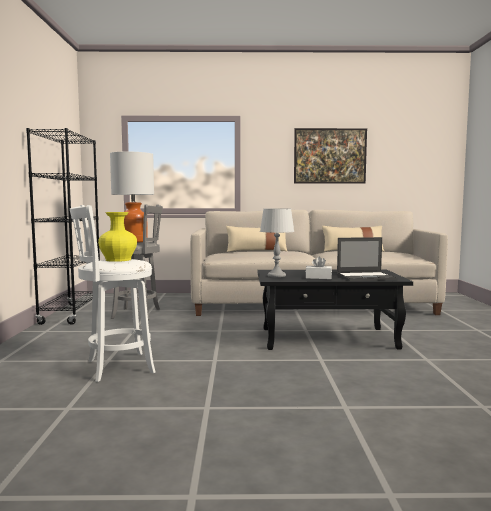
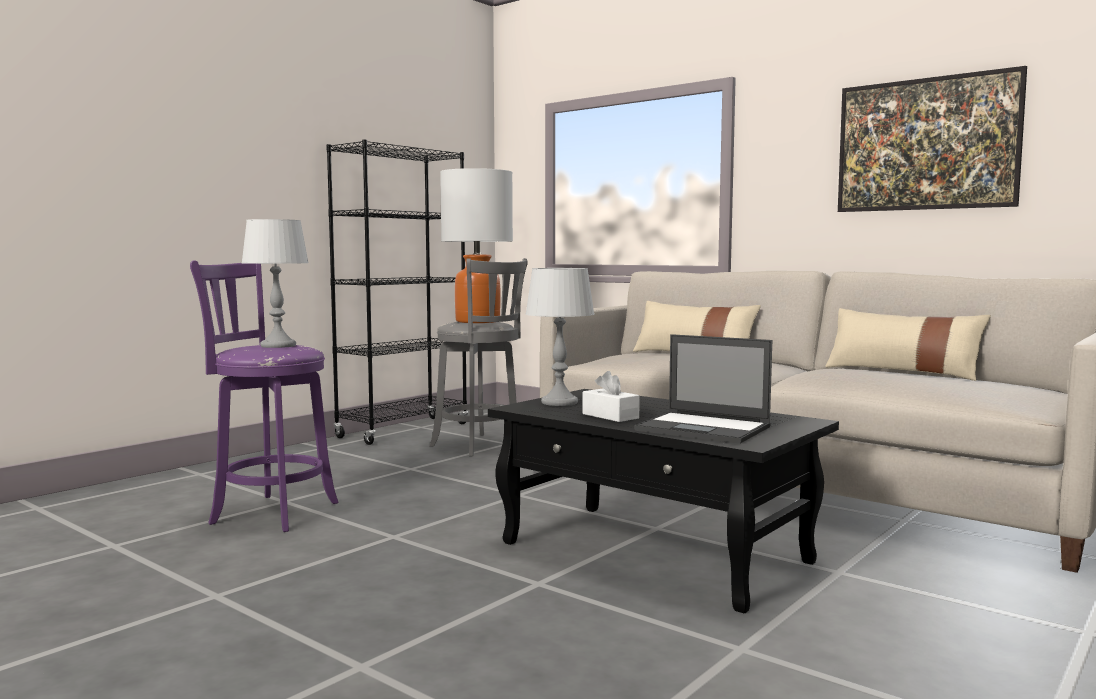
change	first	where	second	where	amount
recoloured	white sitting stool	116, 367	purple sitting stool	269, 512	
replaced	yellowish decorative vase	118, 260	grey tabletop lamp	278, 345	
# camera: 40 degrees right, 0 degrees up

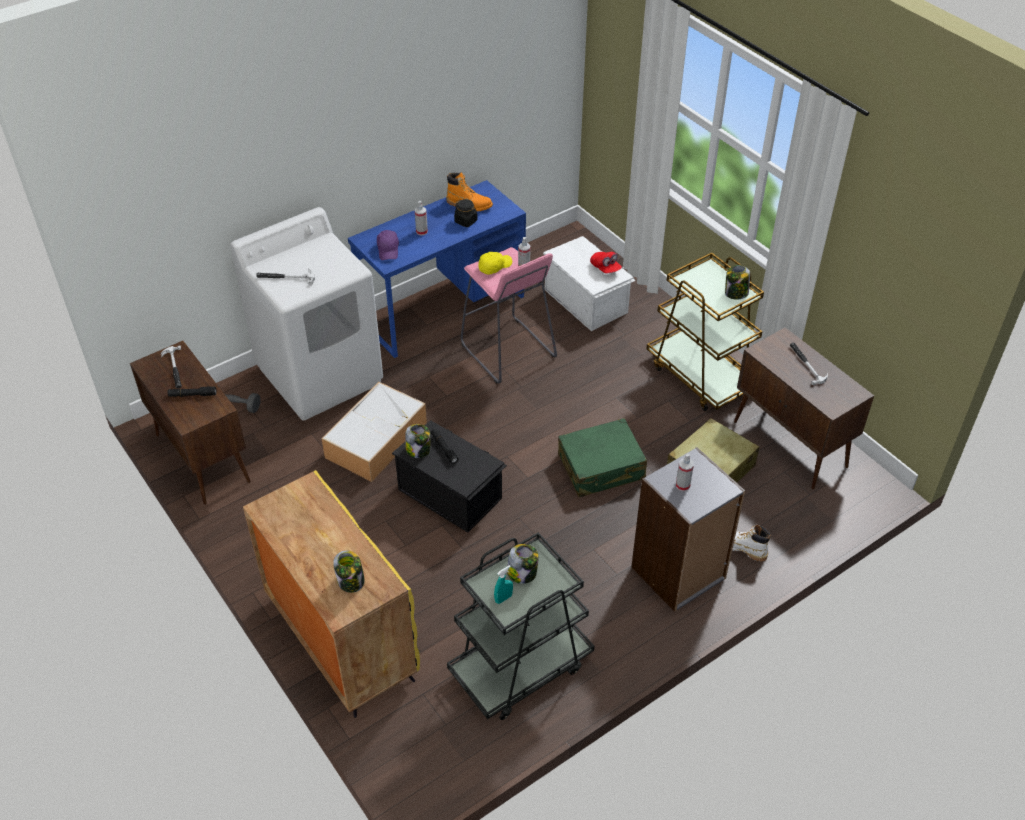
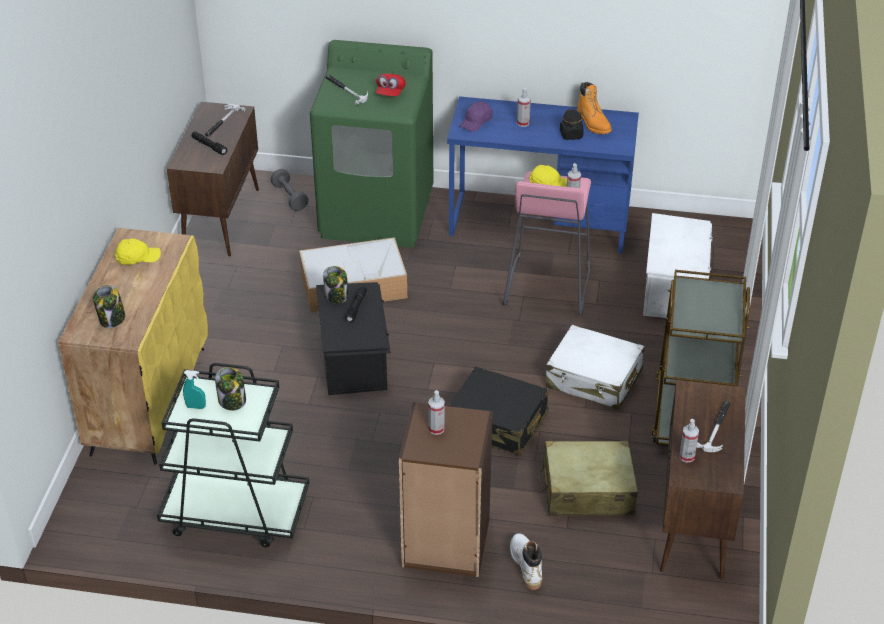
change	first	where	second	where	amount
recoloured	white washing machine	321, 375	green washing machine	377, 213	
recoloured	green piece of luggage	601, 467	blackish piece of luggage	497, 423	
moved	red peaked cap	605, 268		390, 93	
recoloured	grey shelving unit	679, 573	brown-coloured shelving unit	445, 544	
removed	preserve jar	735, 293			
added			yellowish peaked cap	137, 257	
added			white piece of luggage	594, 379	
added			spray bottle	687, 456	
# camera: 45 degrees right, 5 degrees down

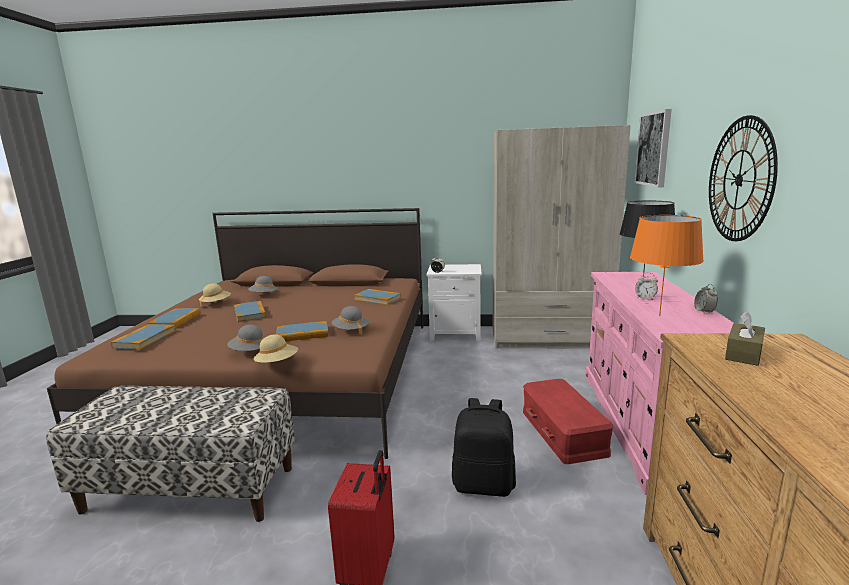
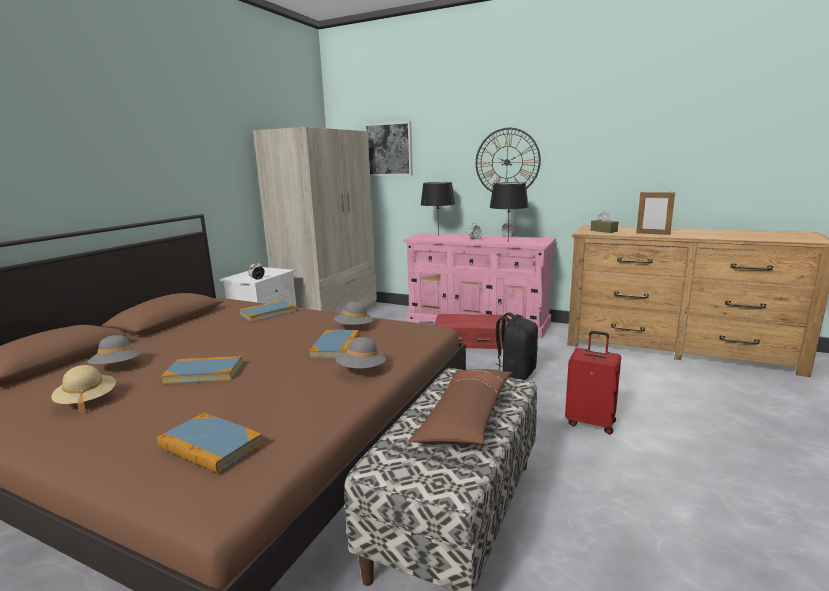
change	first	where	second	where	amount
removed	book	176, 320			
removed	sand-coloured clothing hat	277, 363			
recoloured	orange-coloured tabletop lamp	659, 315	blackish tabletop lamp	508, 241	
added			brown-coloured cushion	465, 418	
added			photo frame	653, 234	
# camera: 70 degrees left, 0 degrees up

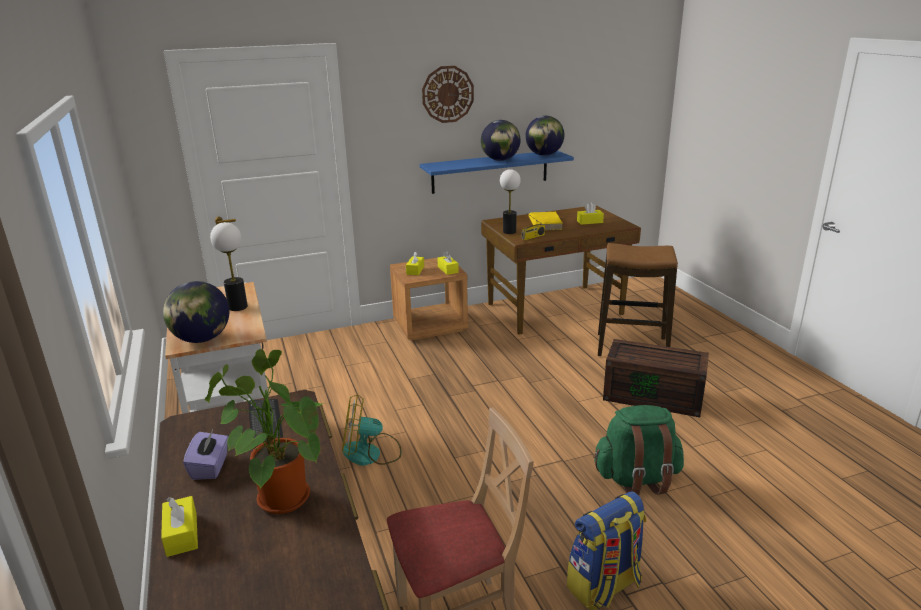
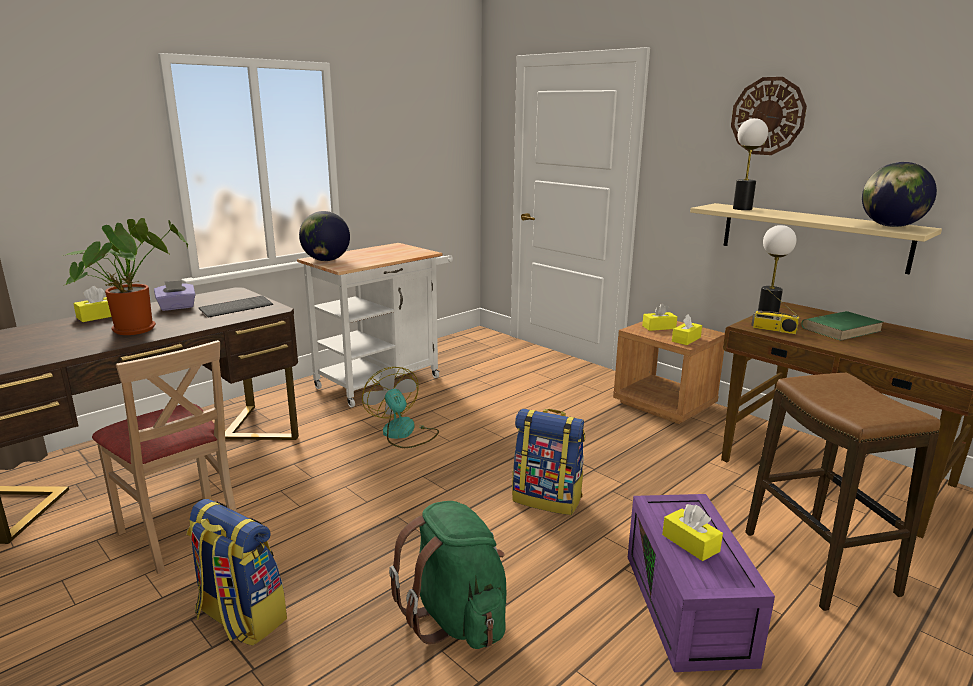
change	first	where	second	where	amount
moved	tabletop lamp	237, 307		742, 209	
recoloured	blue-coloured bracket shelf	490, 171	sand-coloured bracket shelf	812, 236	
removed	world globe	500, 160			
recoloured	yellowish book	545, 223	green book	841, 329	
moved	yellowish tissue box	589, 222		690, 543	
recoloured	brown-coloured storage container	654, 396	purple storage container	690, 608	
added			backpack	547, 499	
# camera: 65 degrees right, 5 degrees down

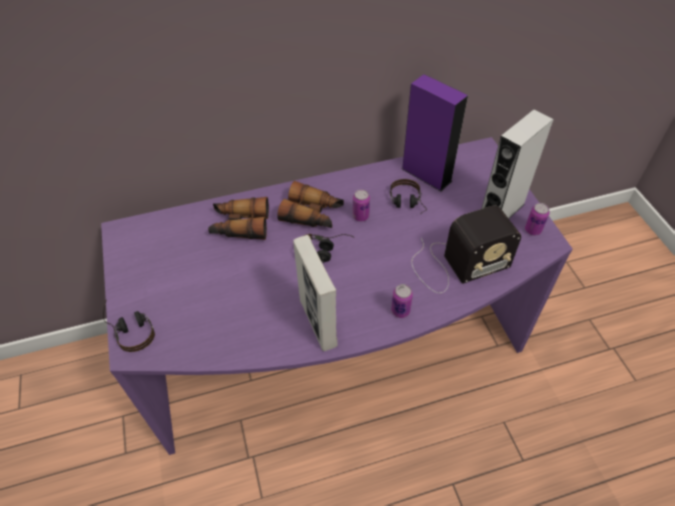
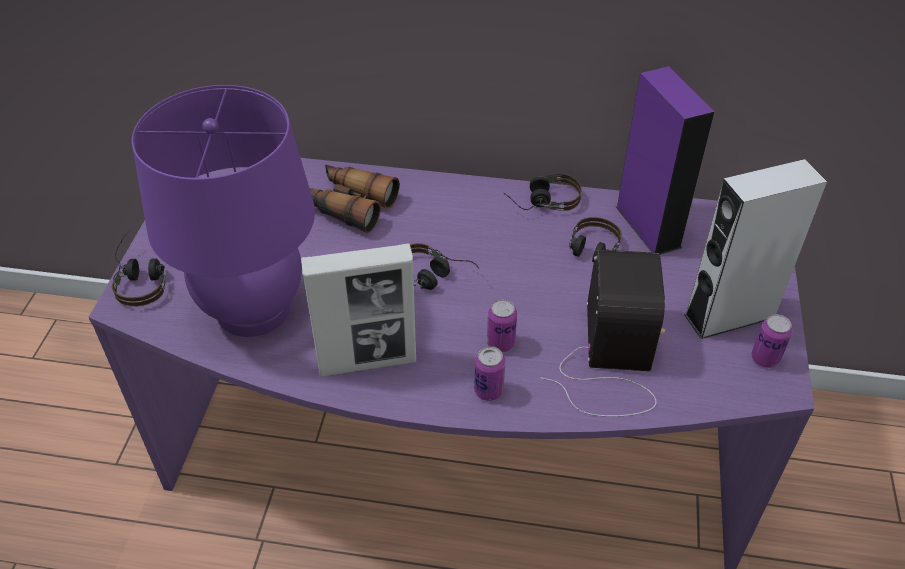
change	first	where	second	where	amount
removed	pair of binoculars	312, 214			
turned	photo frame	318, 323		367, 362	105 degrees counterclockwise
moved	sealed can	360, 216		500, 343	
turned	radio	456, 264		611, 361	90 degrees counterclockwise
added			purple tabletop lamp	253, 309	
added			headphones	541, 201	
# camera: 25 degrees right, 5 degrees down

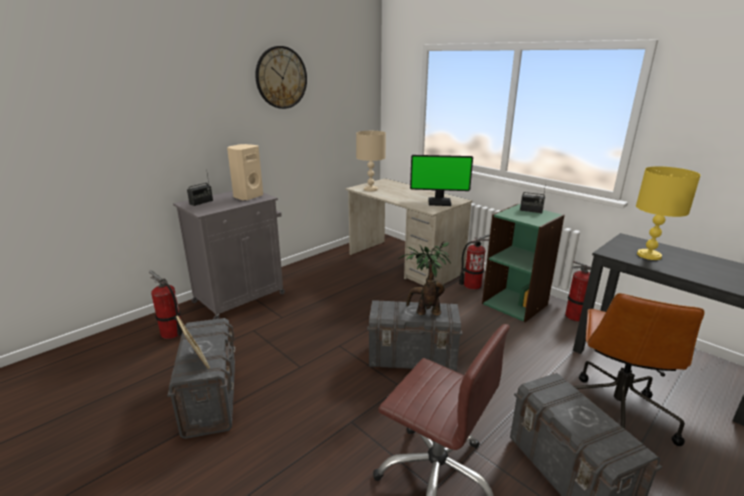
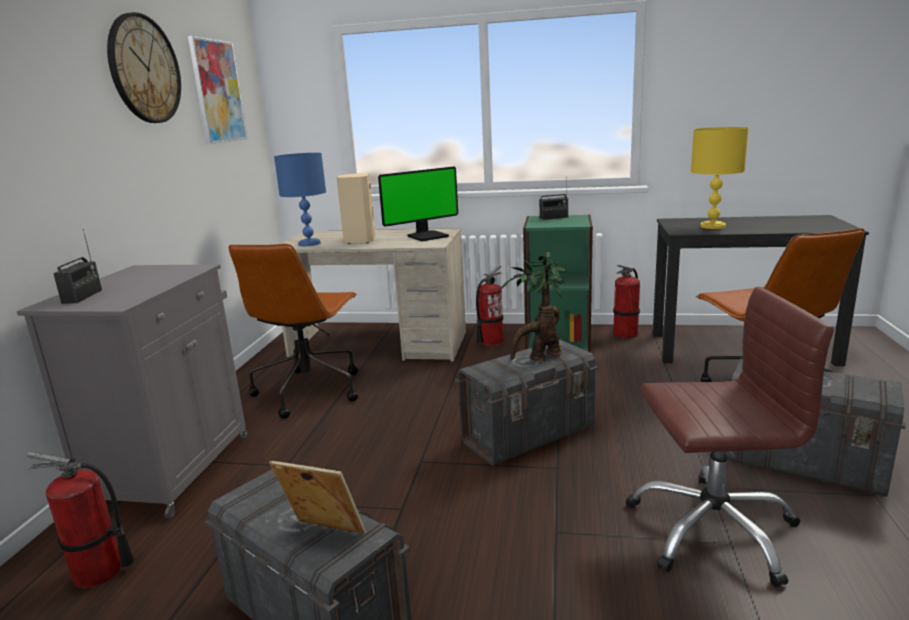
change	first	where	second	where	amount
moved	sand-coloured loudspeaker	247, 196		359, 240	
recoloured	sand-coloured tabletop lamp	370, 189	blue-coloured tabletop lamp	309, 243	
added			picture	218, 91	
added			brown-coloured desk chair	309, 390	
# camera: 35 degrees left, 5 degrees down

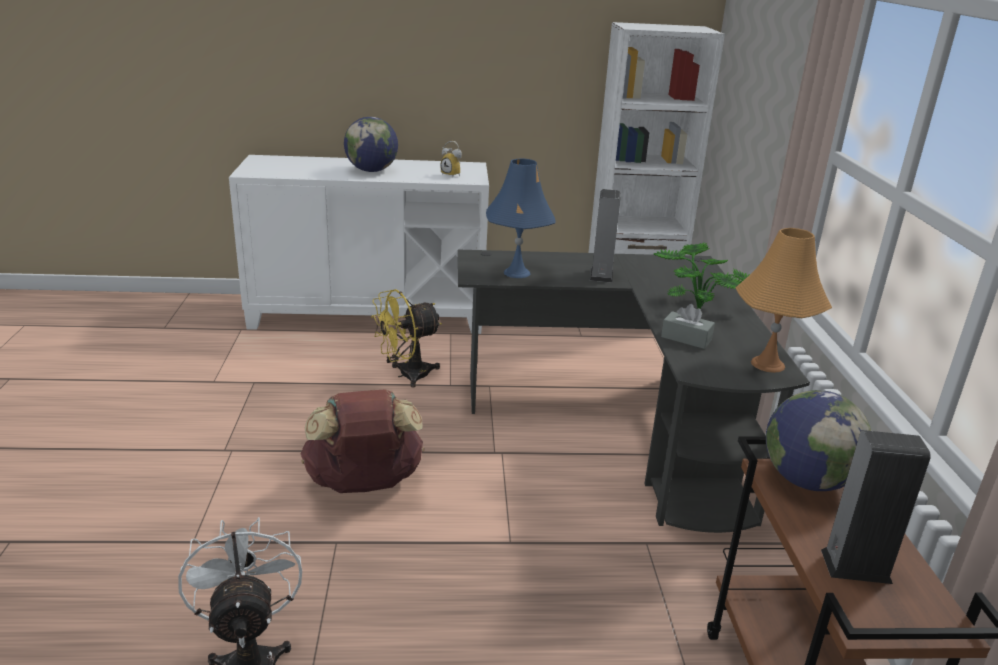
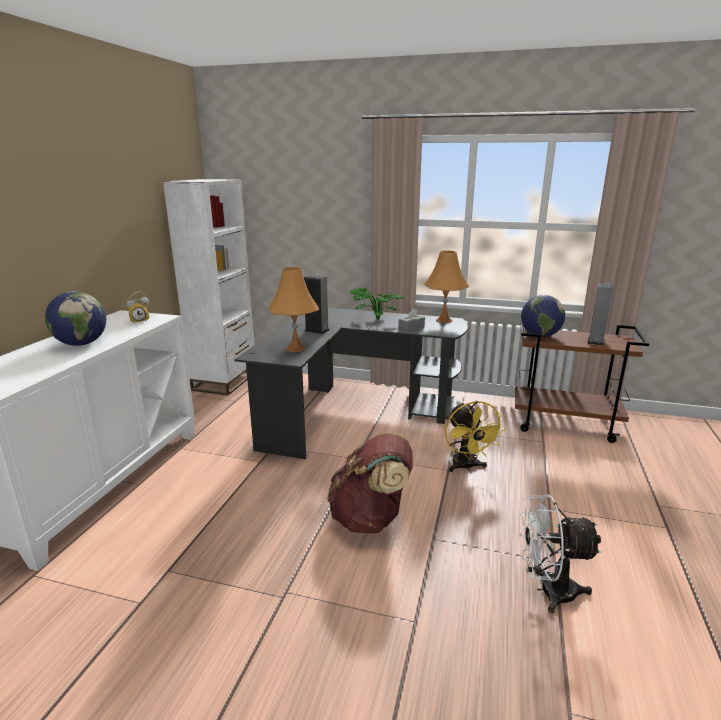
change	first	where	second	where	amount
moved	yellowish cooling fan	406, 375		466, 467	
recoloured	blue-coloured tabletop lamp	516, 273	orange-coloured tabletop lamp	295, 348	
# camera: 70 degrees left, 5 degrees down

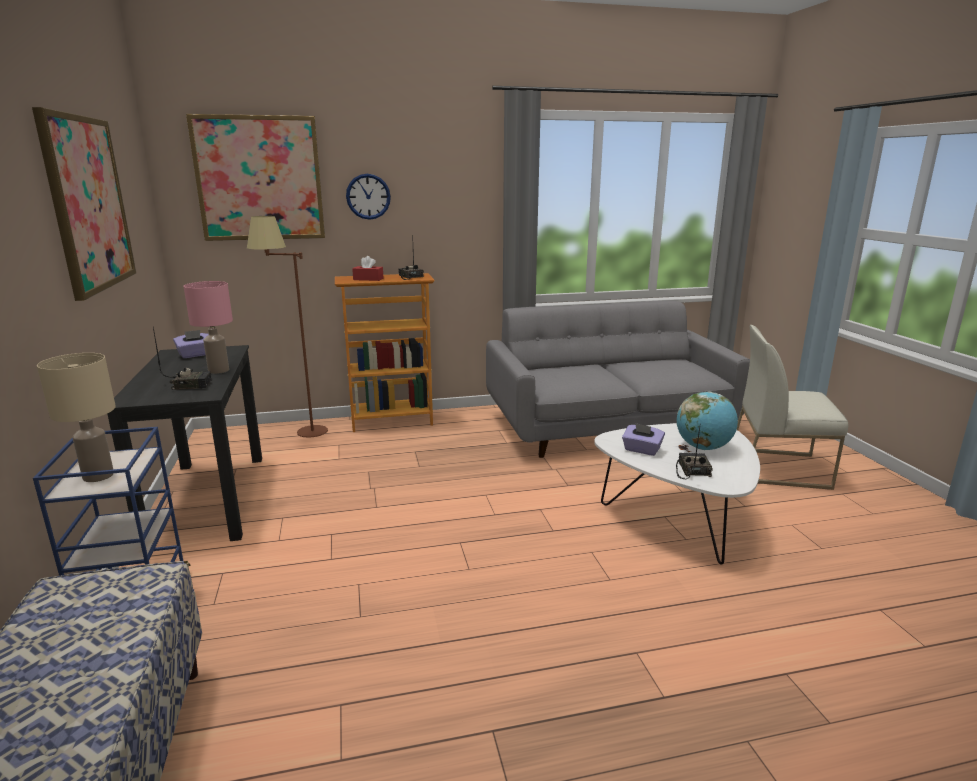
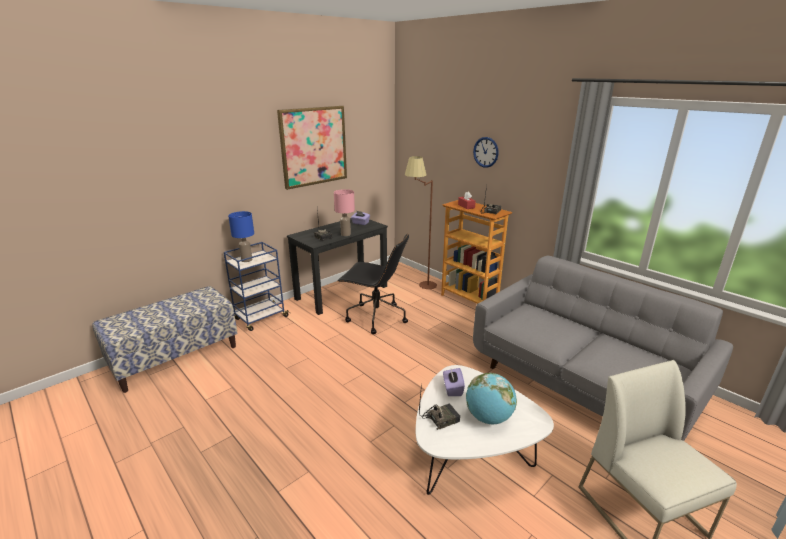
change	first	where	second	where	amount
recoloured	sand-coloured tabletop lamp	98, 476	blue-coloured tabletop lamp	246, 260	
removed	picture	259, 179			
added			blackish desk chair	375, 317	
# camera: 60 degrees right, 5 degrees up

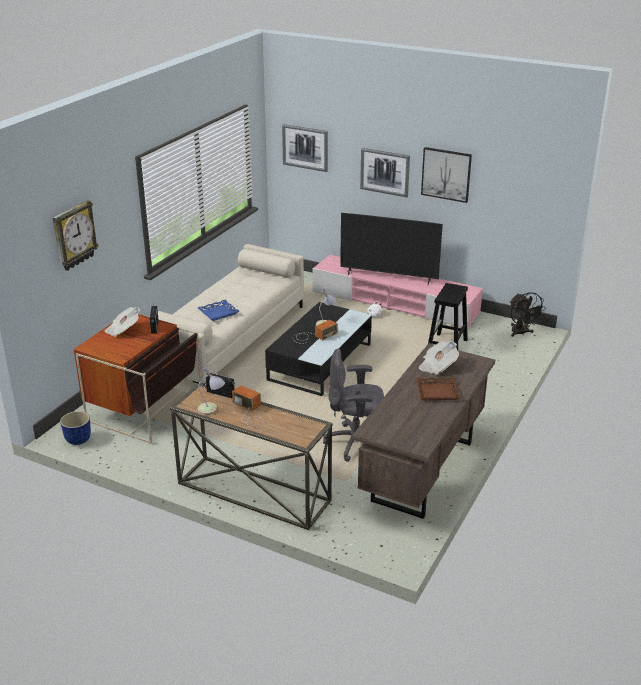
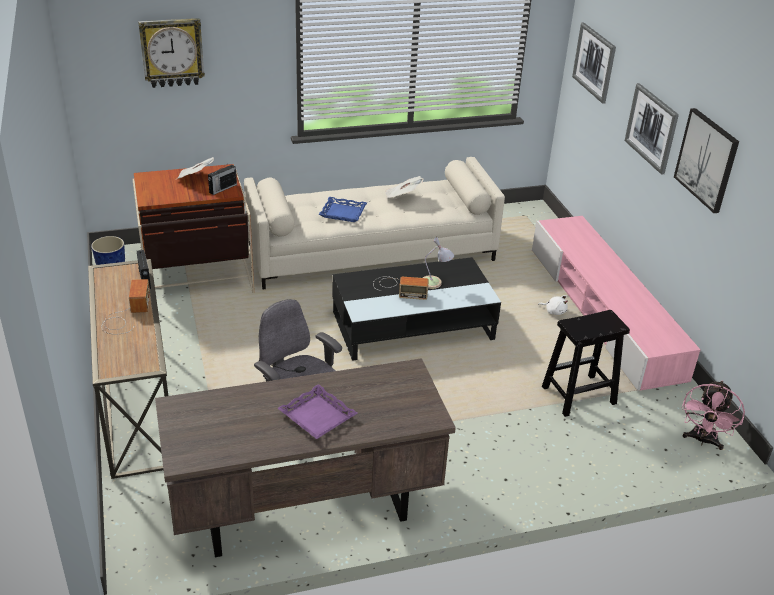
change	first	where	second	where	amount
removed	tabletop lamp	212, 409			
removed	TV set	389, 277			
recoloured	brown-coloured tray	437, 392	purple tray	317, 416	
moved	printed paper	437, 366		402, 196	
recoloured	blackish cooling fan	521, 333	pink cooling fan	702, 440	
# camera: 45 degrees right, 5 degrees up

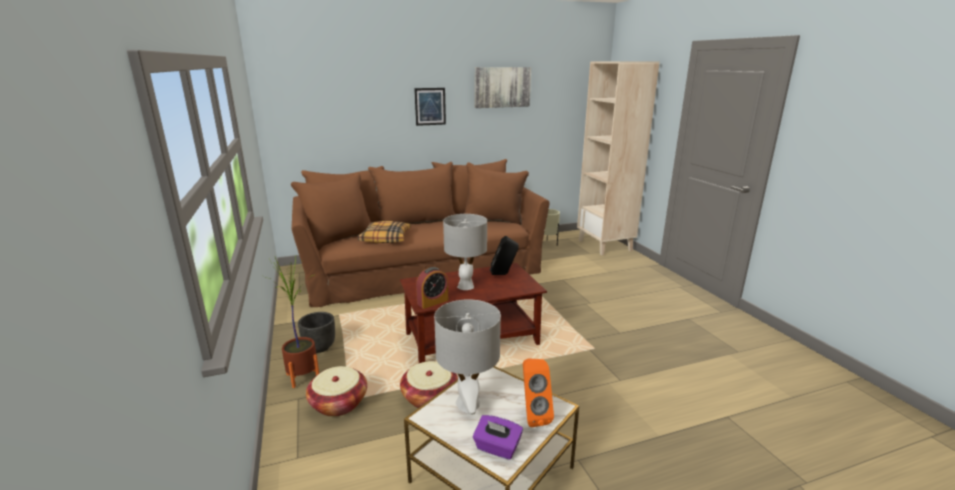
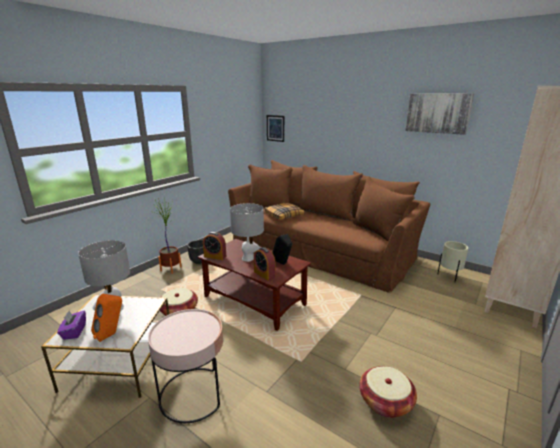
change	first	where	second	where	amount
moved	storage basket	339, 403		385, 402	
moved	picture	430, 106		275, 128	
added			pink side table	193, 393	
added			alarm clock	264, 274	
# camera: 55 degrees right, 0 degrees up

